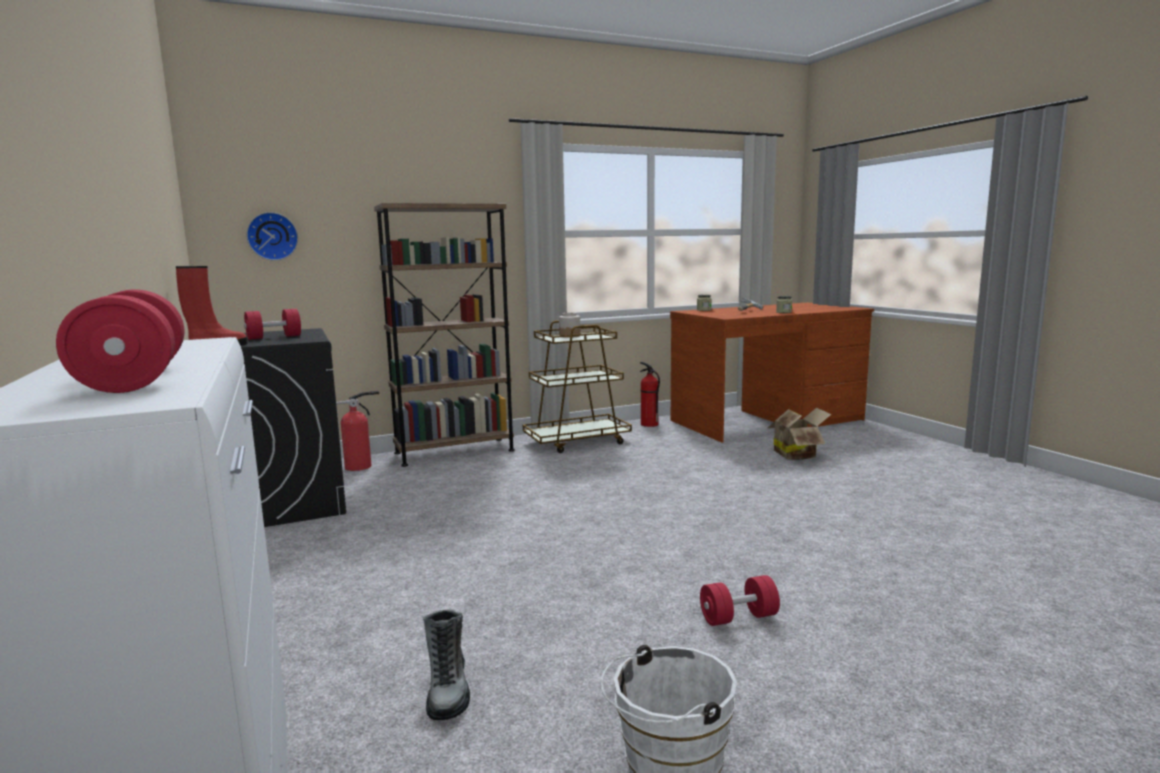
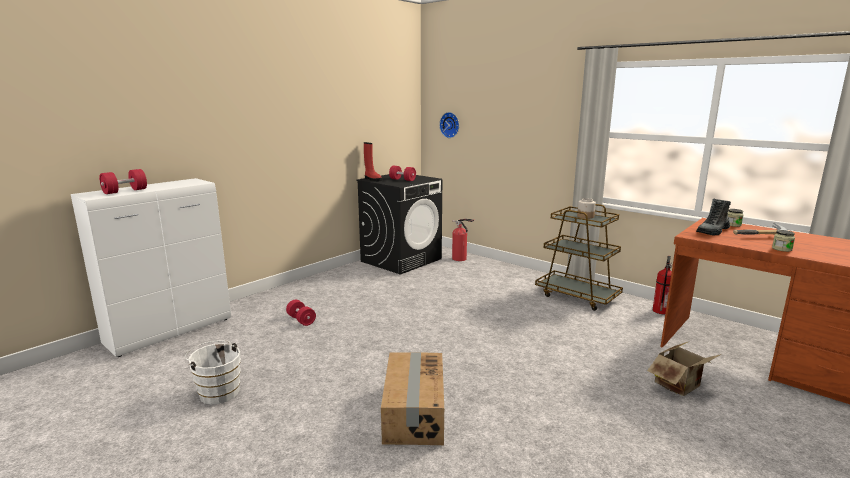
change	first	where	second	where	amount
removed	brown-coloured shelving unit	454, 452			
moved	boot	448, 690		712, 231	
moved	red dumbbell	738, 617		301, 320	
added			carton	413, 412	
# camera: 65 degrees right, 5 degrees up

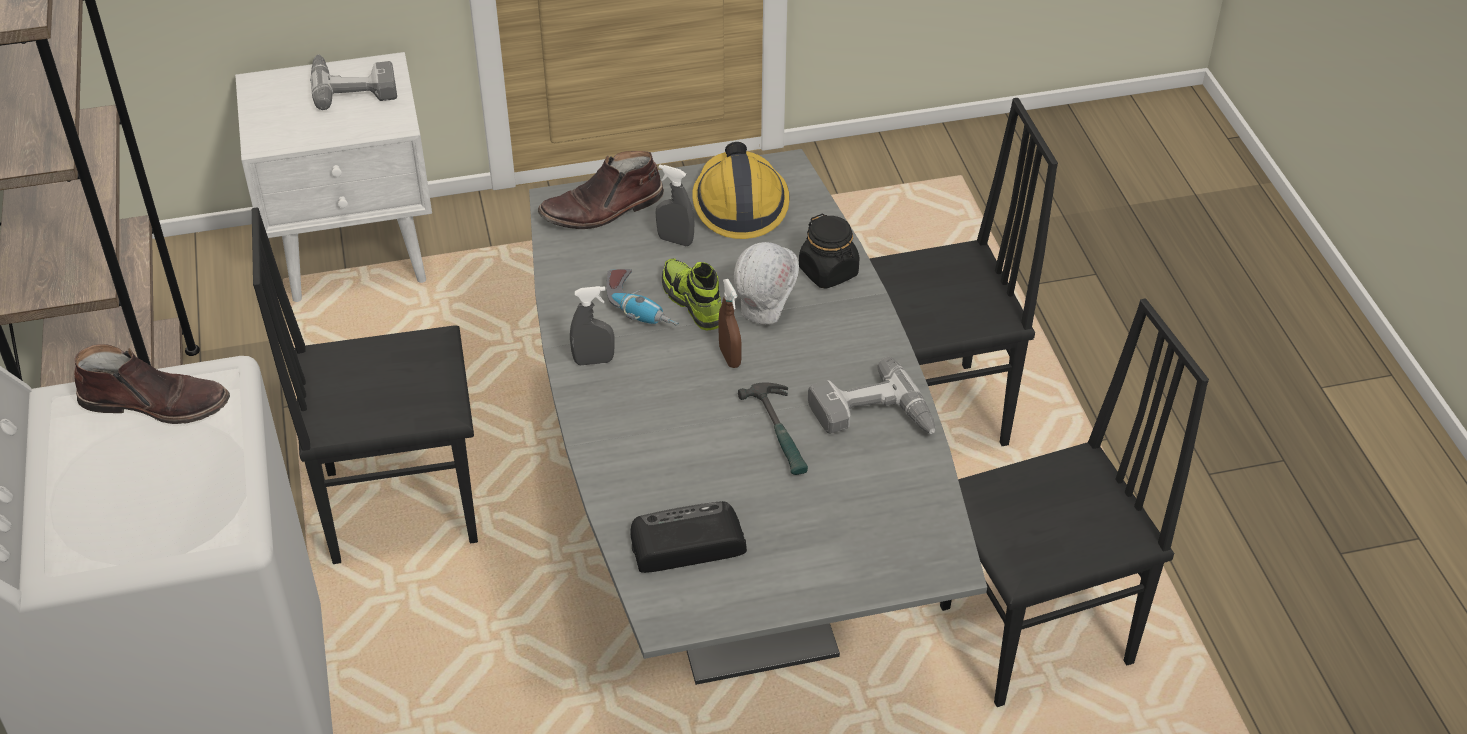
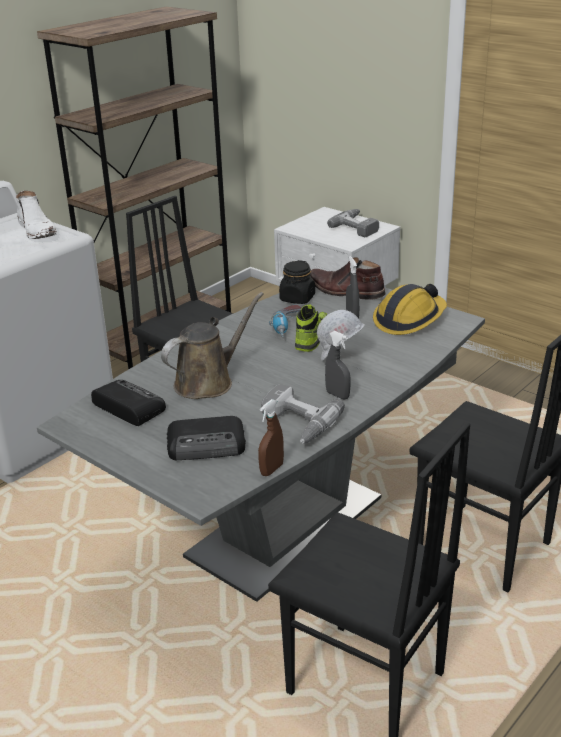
change	first	where	second	where	amount
recoloured	brown-coloured boot	157, 403	white boot	38, 231	
moved	grey spray bottle	593, 361		337, 395	
moved	brown-coloured spray bottle	730, 357		271, 469	
removed	hand hammer	780, 432			
moved	blackish preserve jar	828, 272		297, 298	
added			brown-coloured watering can	208, 382	
added			radio	207, 445	
# camera: 55 degrees right, 15 degrees down

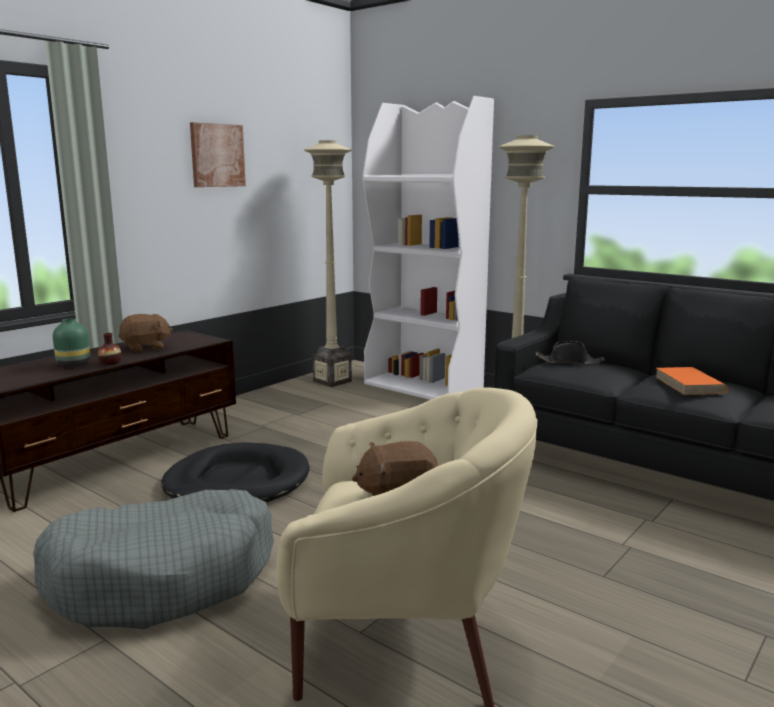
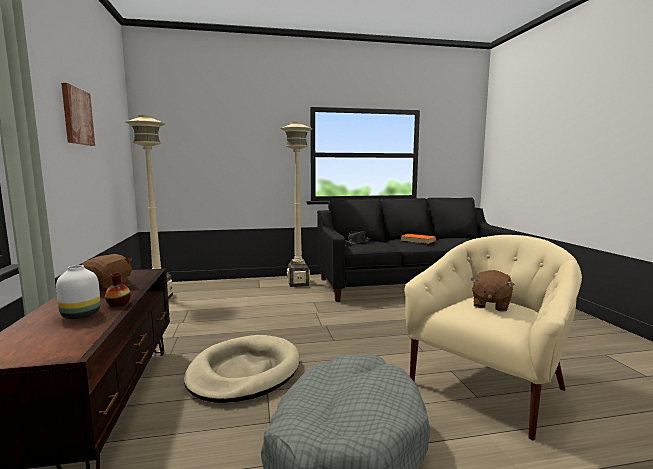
change	first	where	second	where	amount
recoloured	green decorative vase	72, 364	white decorative vase	80, 315	
recoloured	blackish pet bed	237, 482	sand-coloured pet bed	244, 372	
removed	white shelving unit	424, 387			
# camera: 50 degrees left, 5 degrees down

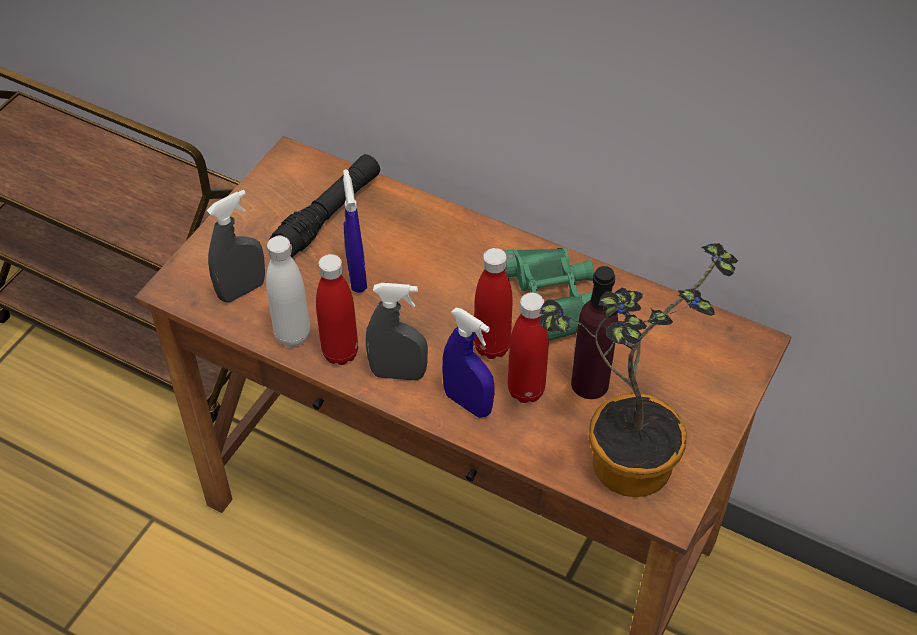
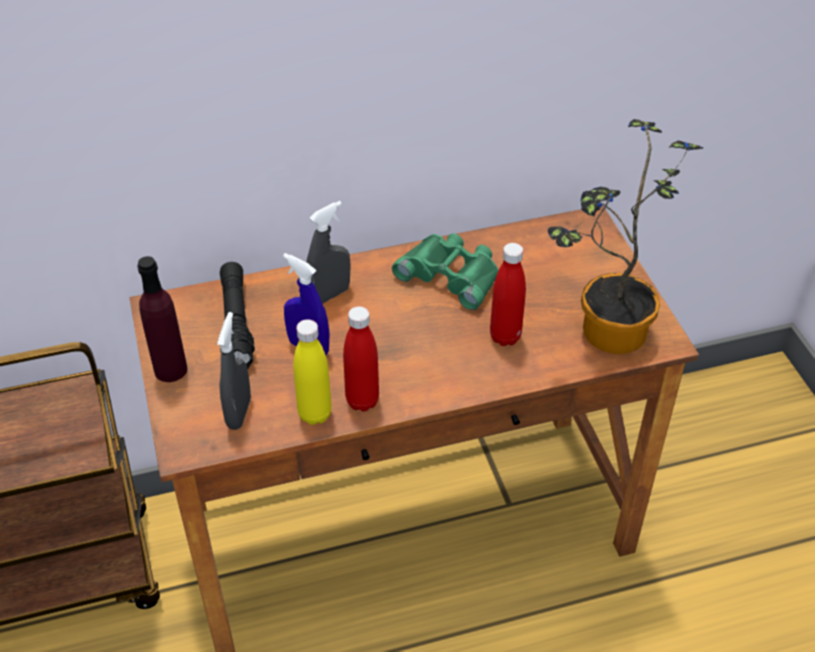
change	first	where	second	where	amount
recoloured	white bottle	292, 335	yellowish bottle	315, 414	
moved	grey spray bottle	398, 373		330, 295	
removed	blue-coloured spray bottle	468, 403			
removed	red bottle	492, 347			
moved	purple bottle	590, 383		170, 369	
# camera: 45 degrees left, 5 degrees down

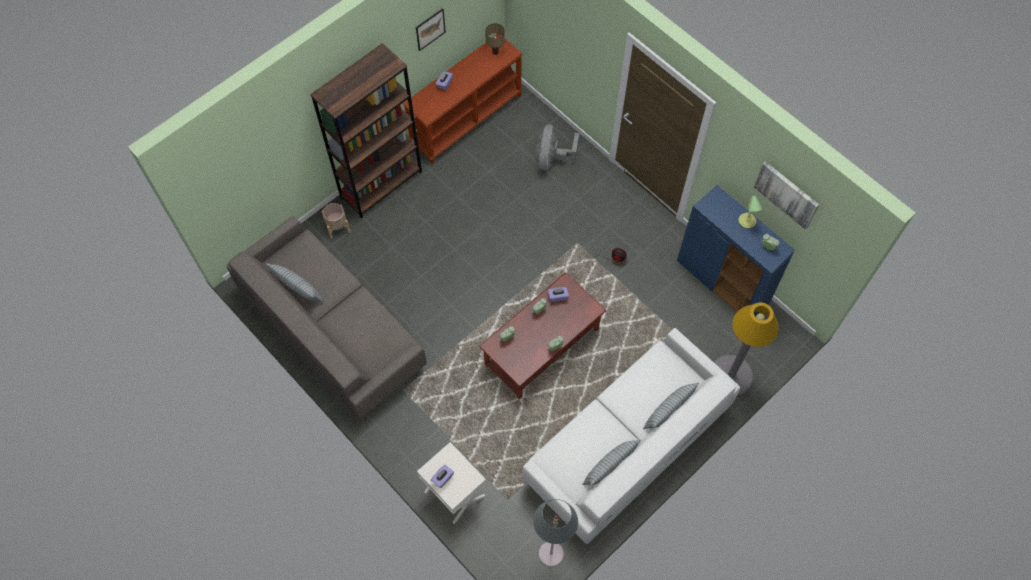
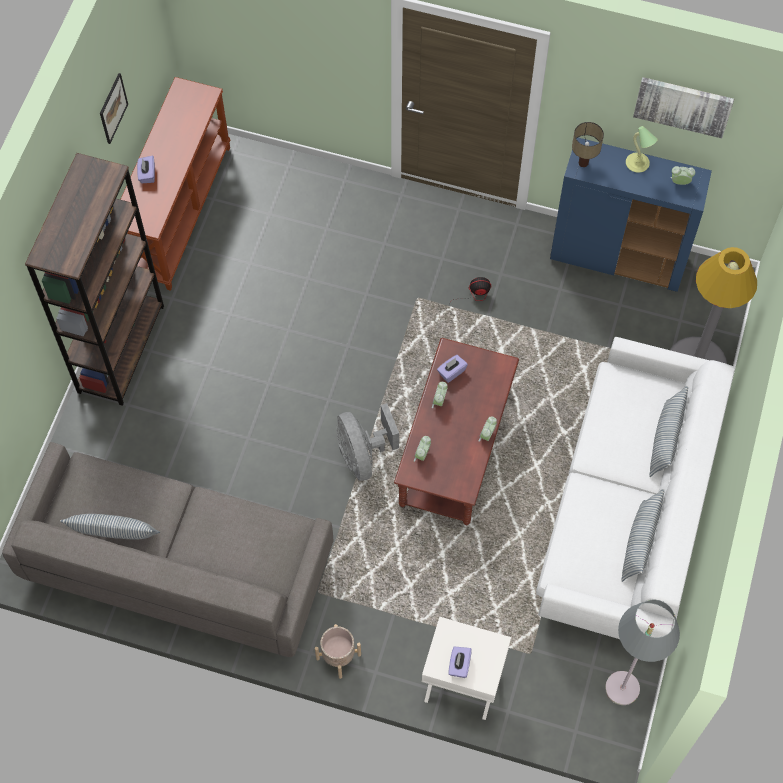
change	first	where	second	where	amount
moved	sand-coloured flower pot	337, 227		338, 656	
moved	tabletop lamp	495, 52		583, 162	
moved	grey cooling fan	552, 159		363, 455	
# camera: 30 degrees left, 0 degrees up

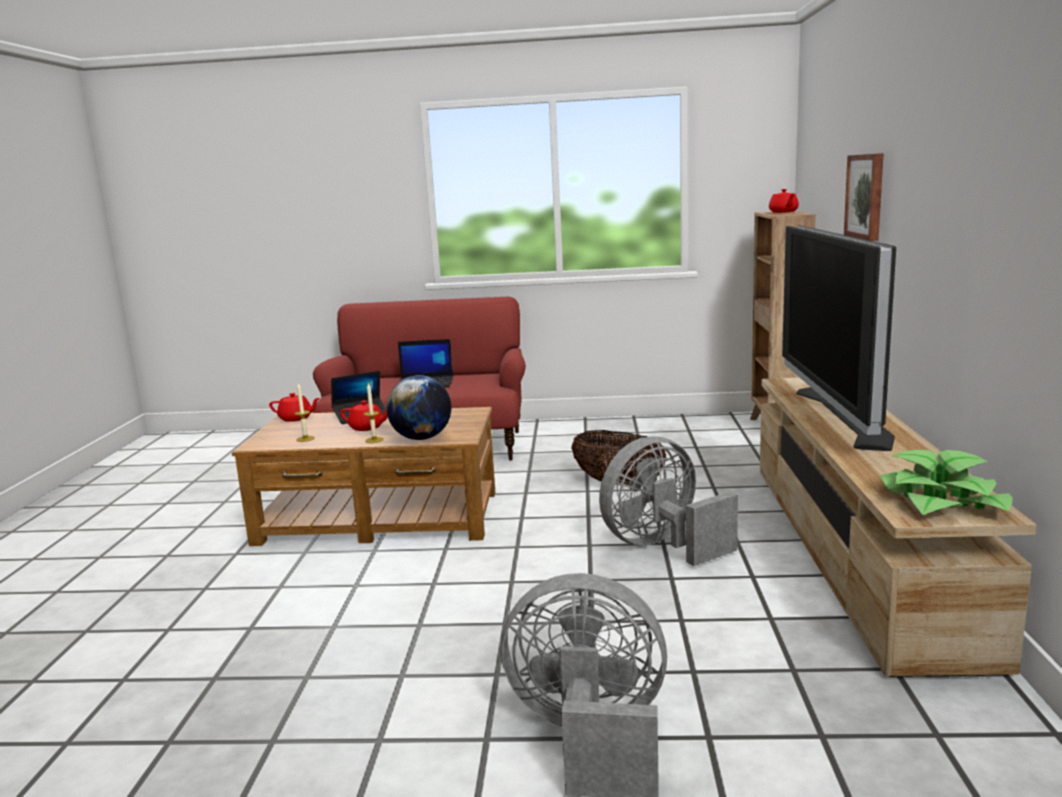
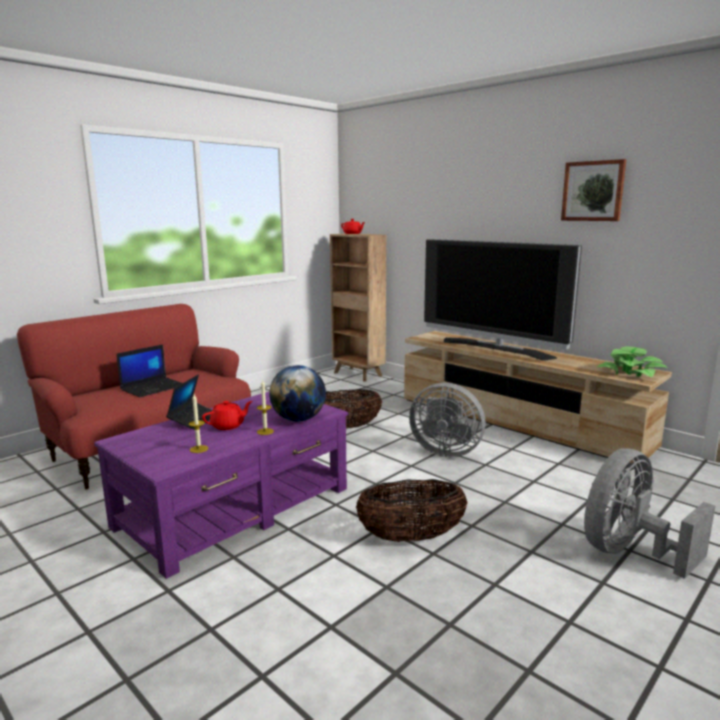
change	first	where	second	where	amount
recoloured	brown-coloured low table	380, 518	purple low table	236, 507	
removed	red tea pot	296, 418			
turned	grey cooling fan	662, 546		445, 451	75 degrees counterclockwise
moved	picture	866, 196		593, 191	
added			storage basket	411, 537	
# camera: 50 degrees left, 0 degrees up

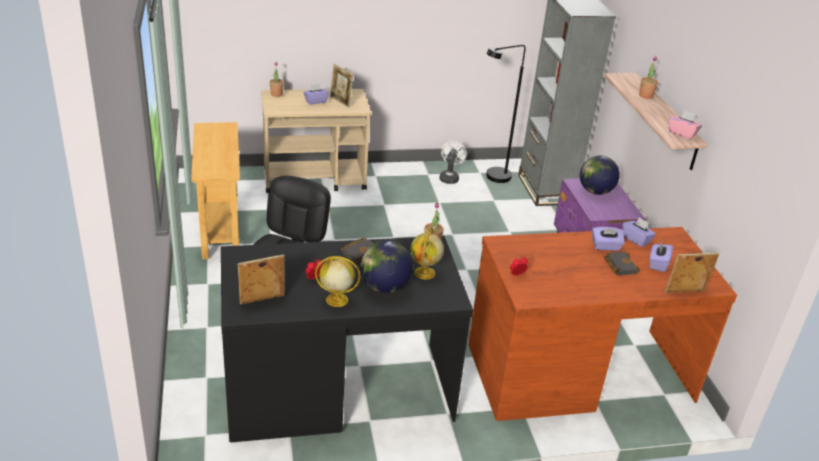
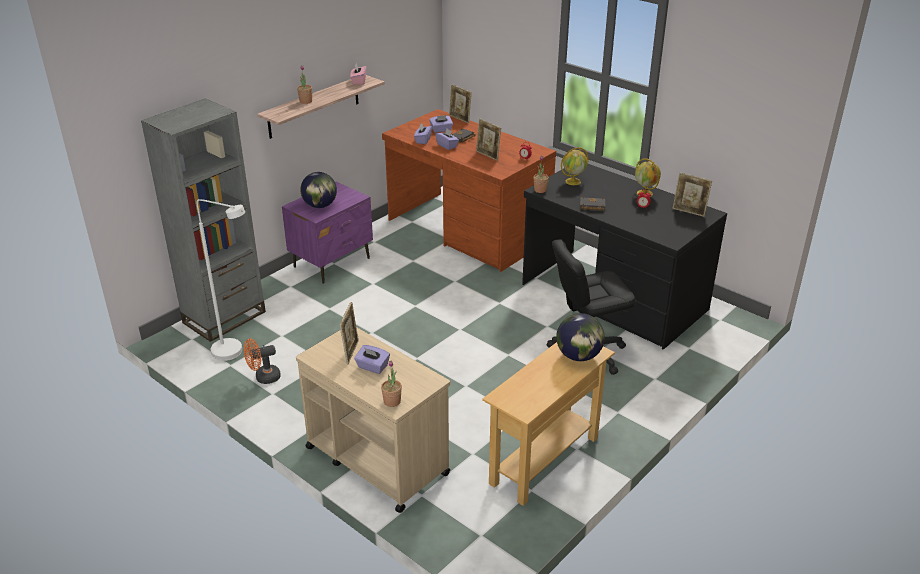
change	first	where	second	where	amount
moved	world globe	384, 287		578, 356	
recoloured	white cooling fan	449, 177	orange-coloured cooling fan	263, 378	
recoloured	blackish standard lamp	493, 178	white standard lamp	235, 352	
added			photo frame	488, 155	
# camera: 125 degrees left, 0 degrees up

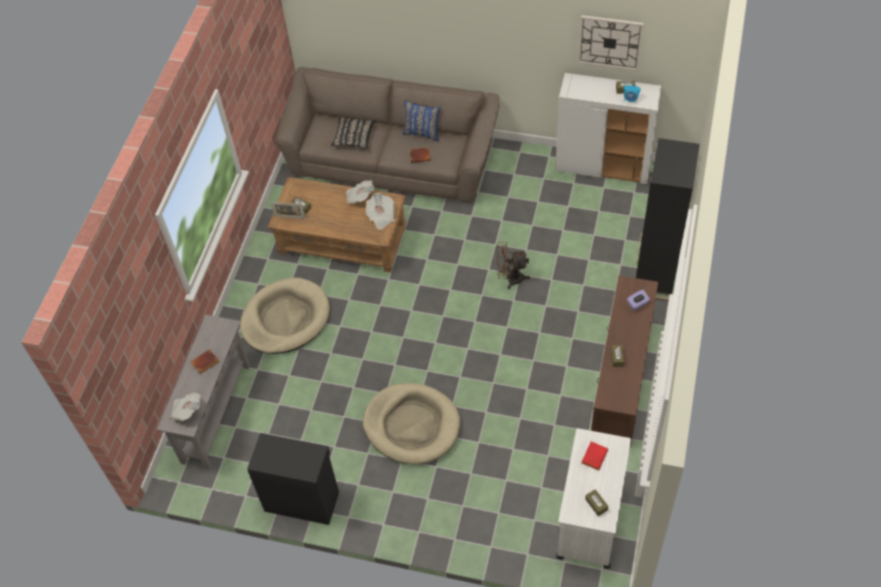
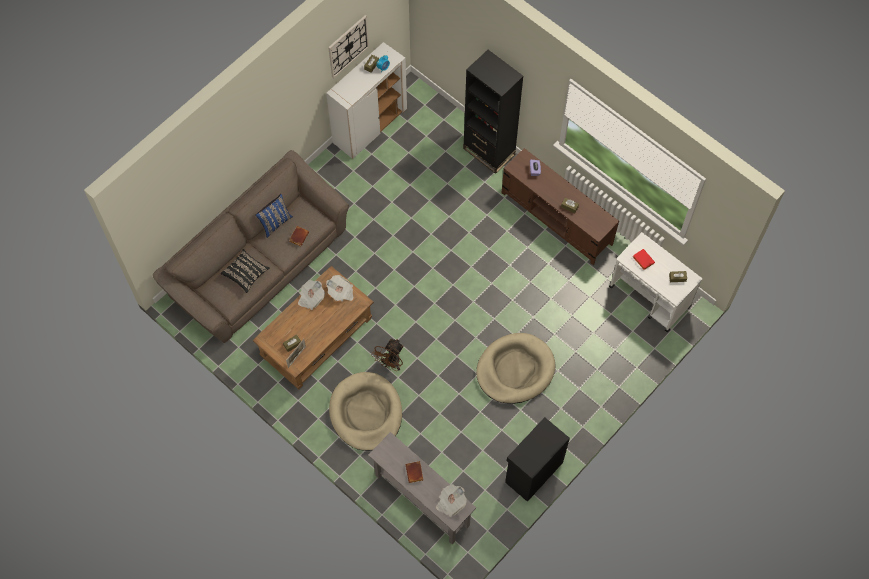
change	first	where	second	where	amount
moved	brown-coloured cooling fan	510, 278		391, 363	
# camera: 65 degrees left, 10 degrees up

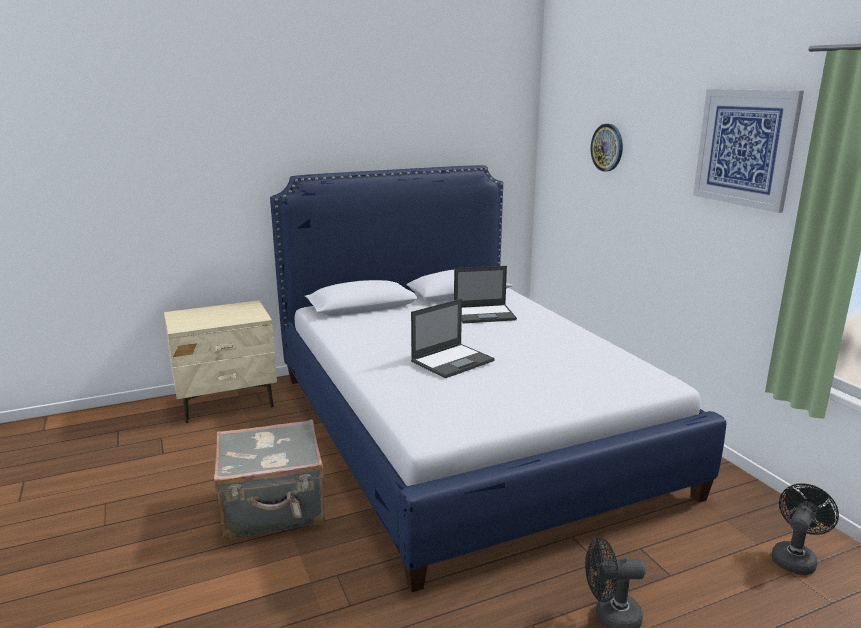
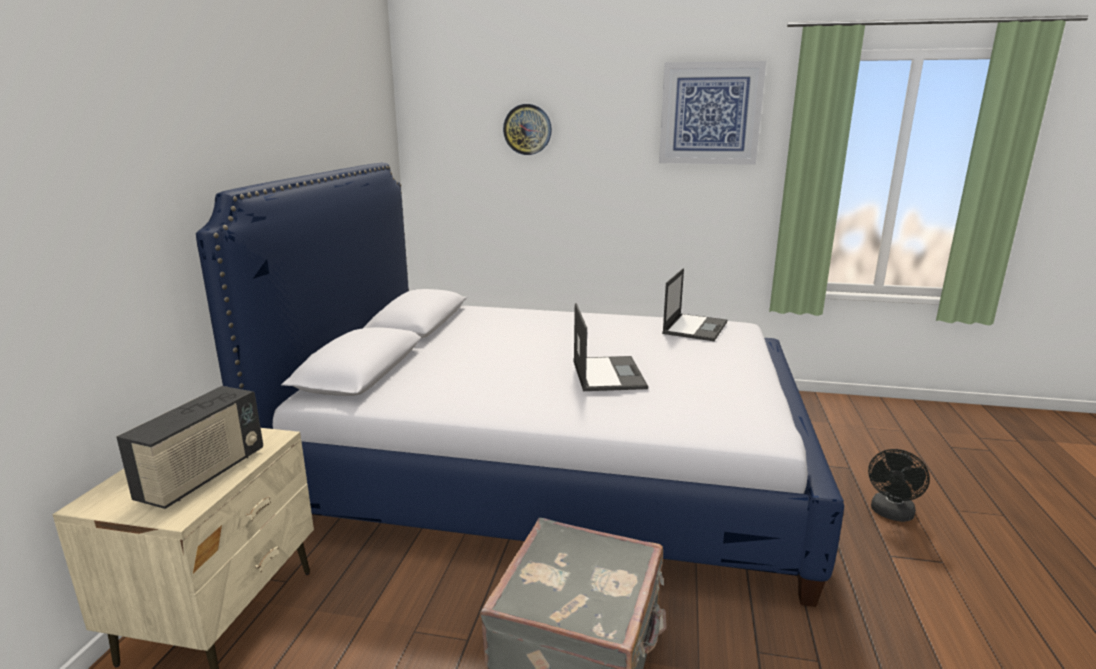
change	first	where	second	where	amount
moved	laptop	485, 314		695, 327	
removed	blackish cooling fan	795, 558			
added			radio	203, 476	
# camera: 55 degrees left, 0 degrees up

